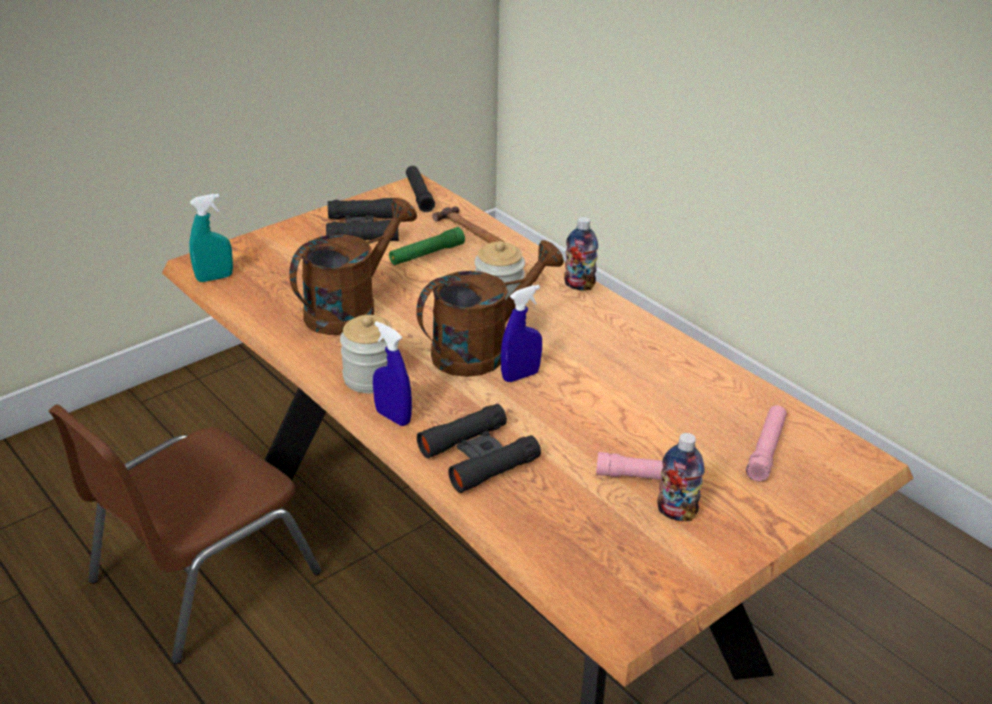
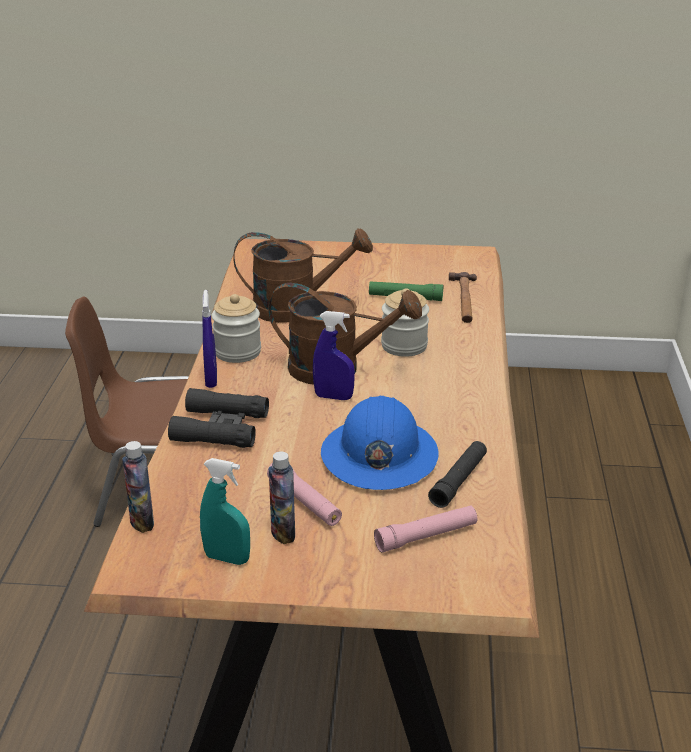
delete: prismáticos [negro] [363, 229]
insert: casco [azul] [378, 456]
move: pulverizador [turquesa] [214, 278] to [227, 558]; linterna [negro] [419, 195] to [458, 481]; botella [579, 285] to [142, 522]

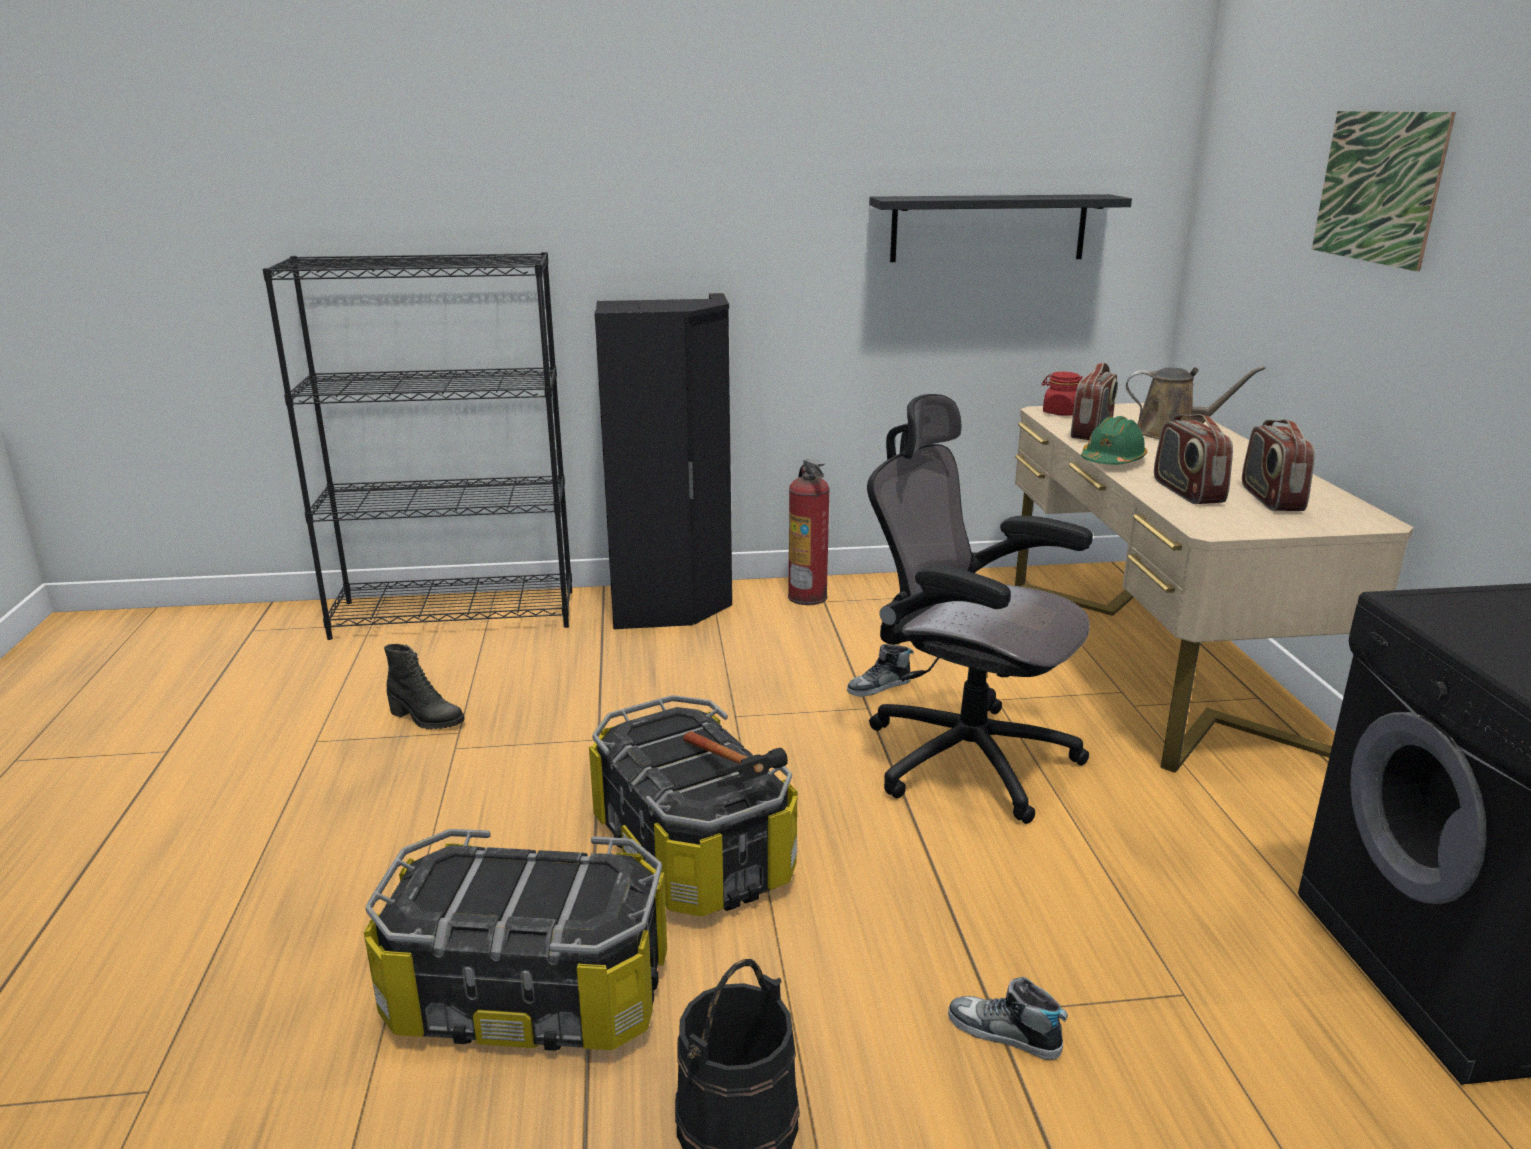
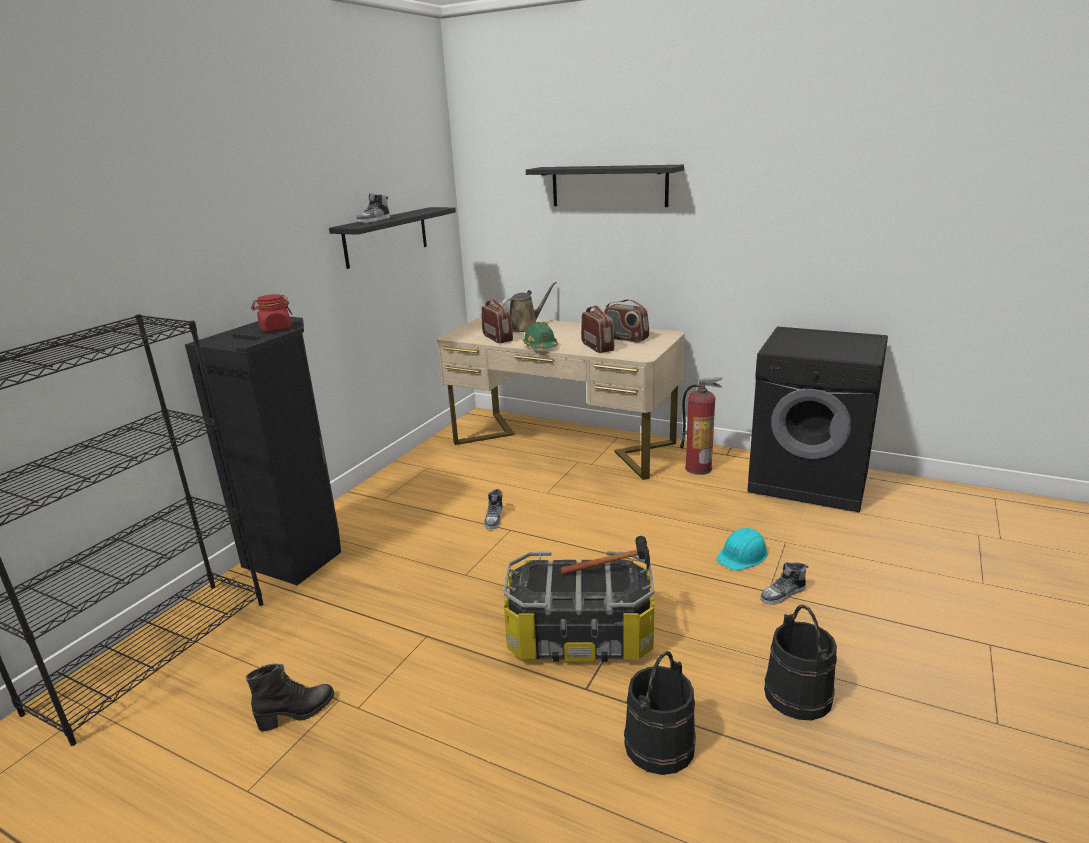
delete: silla de oficina [966, 760]
insert: zapato [373, 220]; casco [turquesa] [743, 555]
move: extintor [808, 597] to [698, 468]; tarro [rojo] [1061, 412] to [275, 329]
replace: caja de almacenaje [528, 996] to cubo [negro] [659, 745]; cuadro [1378, 187] to estante [negro] [609, 186]
rotate: radio [1187, 492] = [597, 347] 135 degrees counterclockwise

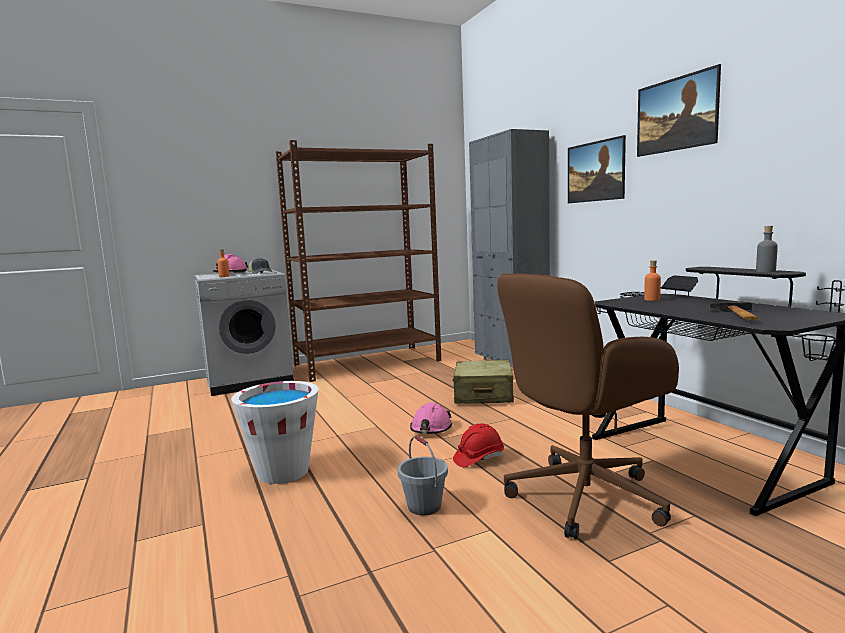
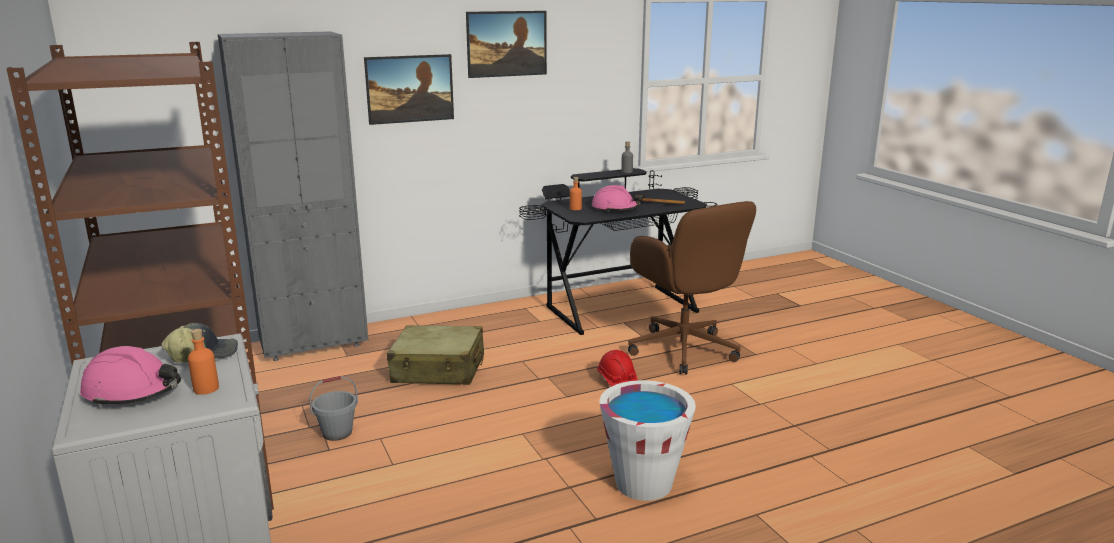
move: cubo [gris] [424, 506] to [337, 433]; casco [rosa] [431, 429] to [615, 208]

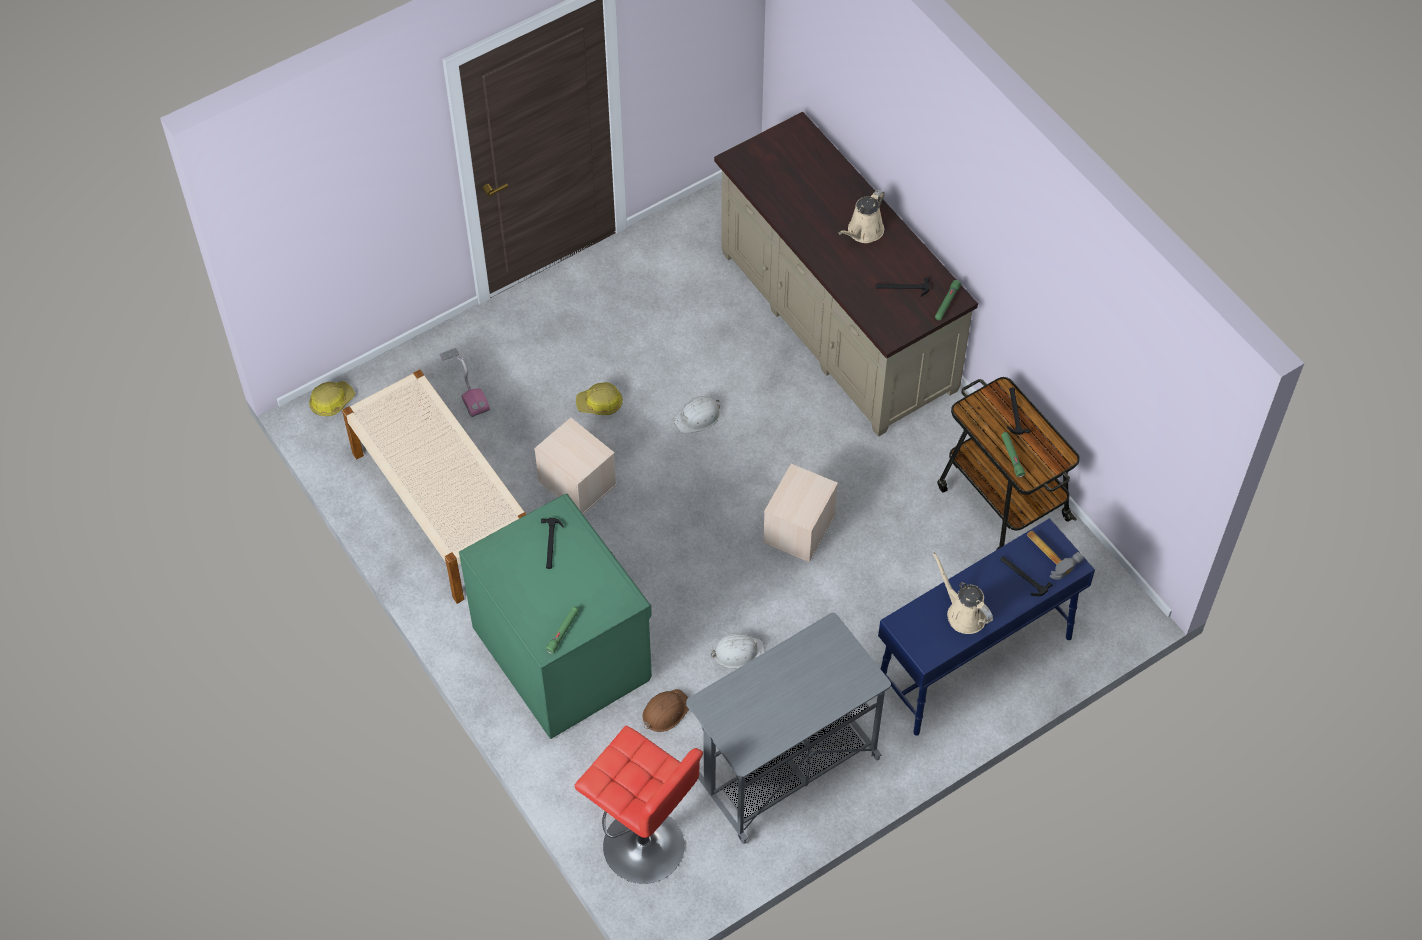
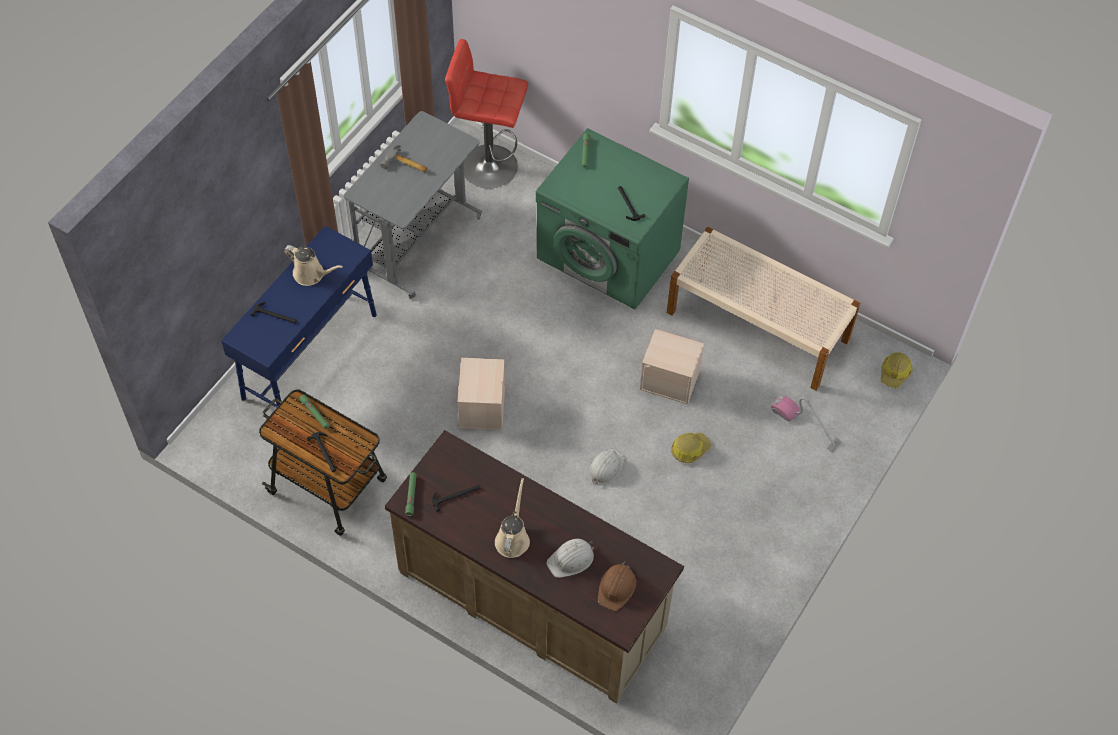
move: casco [marrón] [665, 711] to [617, 587]; casco [blanco] [738, 652] to [571, 559]; martillo [1050, 553] to [406, 166]

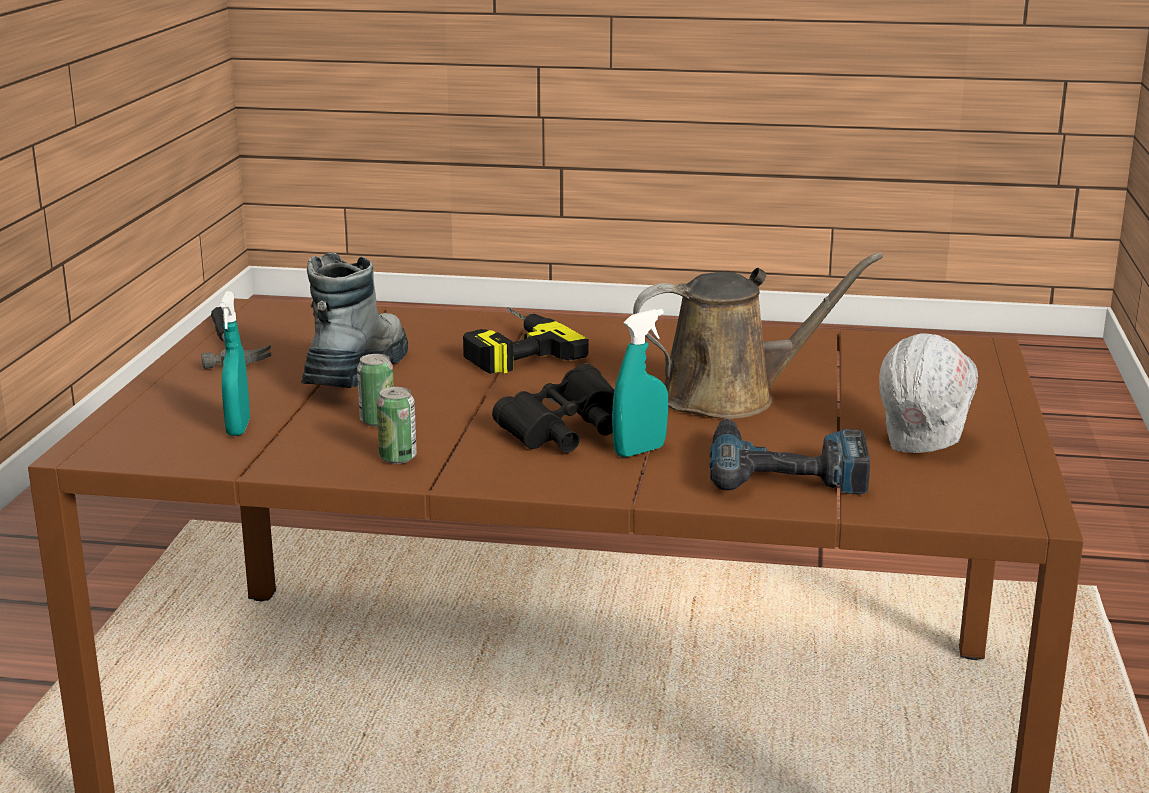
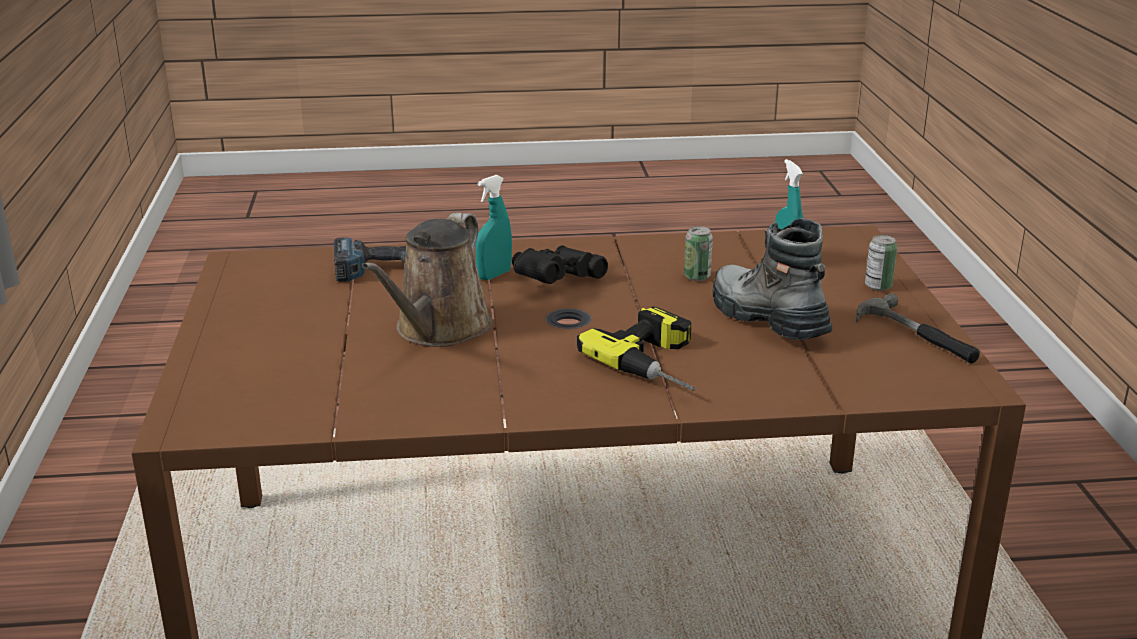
delete: casco [blanco] [925, 441]
move: lata [398, 458] to [878, 286]
rotate: bota [356, 371] = [767, 319] 150 degrees clockwise; regadera [marrón] [729, 397] = [438, 330] 45 degrees counterclockwise

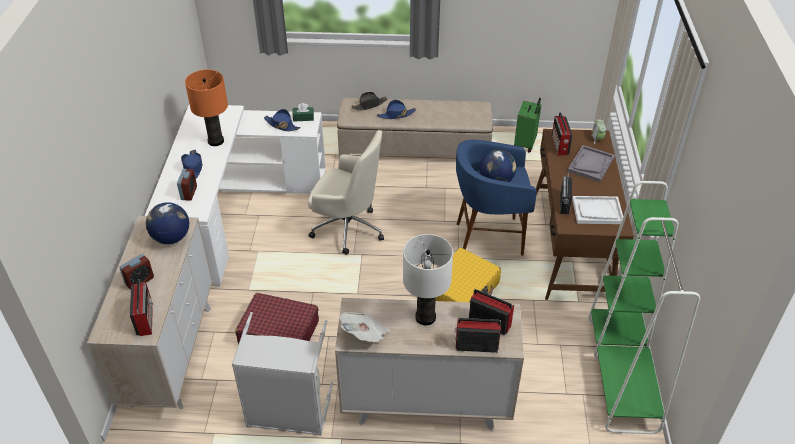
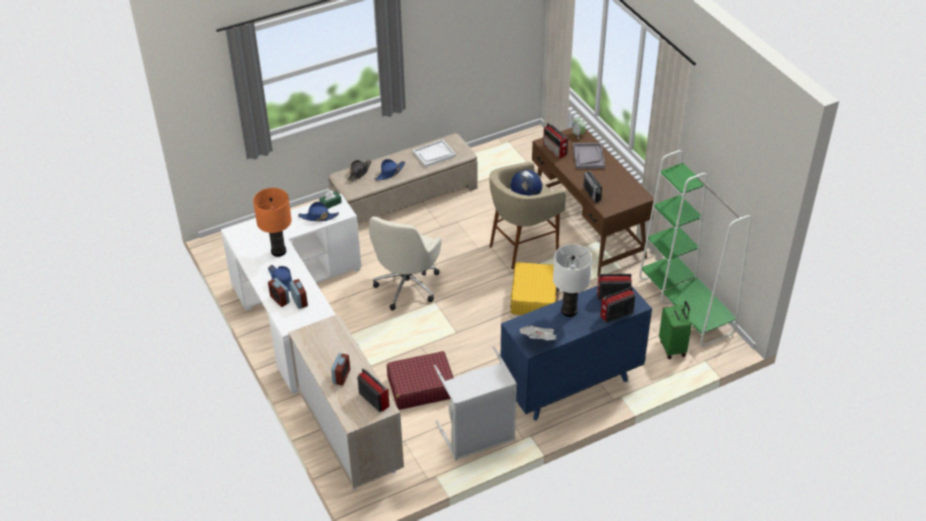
delete: globo terráqueo [171, 238]
insert: despertador [280, 299]
move: maleta [verde] [525, 144] to [673, 348]; bandeja [blanco] [597, 211] to [434, 154]
recolor: cómoda [blanco] [426, 405] to cómoda [azul] [571, 386]; taburete [azul] [488, 237] to taburete [beis] [522, 247]
rotate: silla de oficina [beis] [348, 229] = [407, 287] 120 degrees clockwise

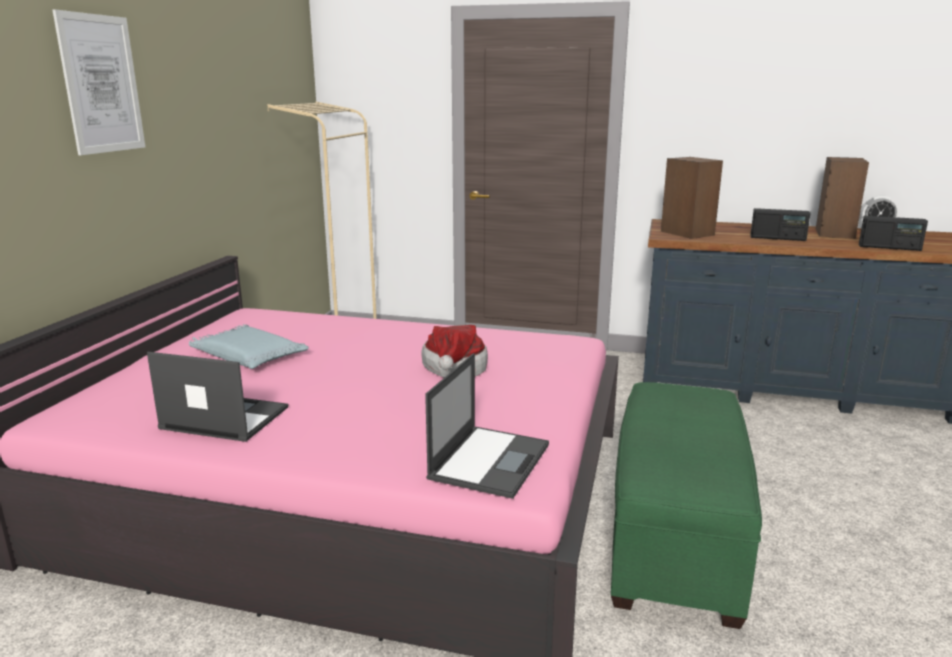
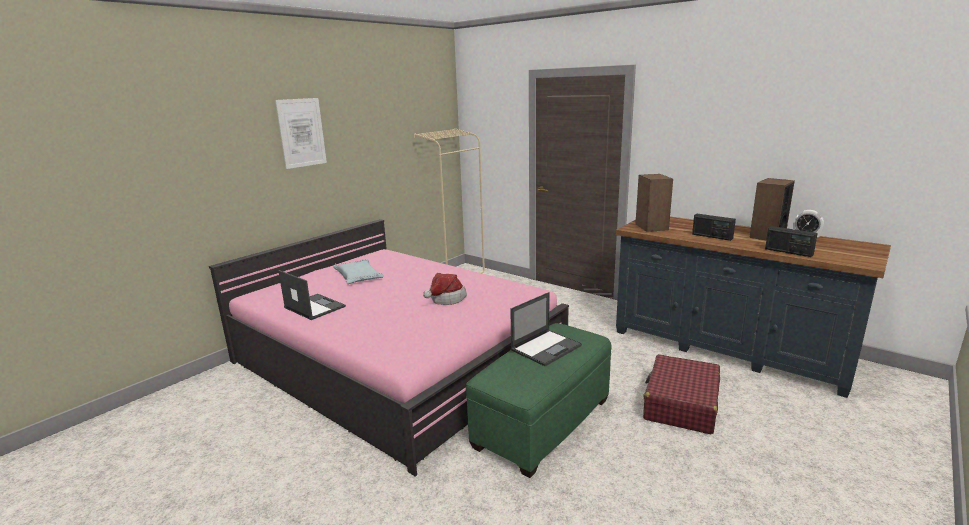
insert: maleta [rojo] [681, 404]
move: portátil [490, 460] to [546, 347]

